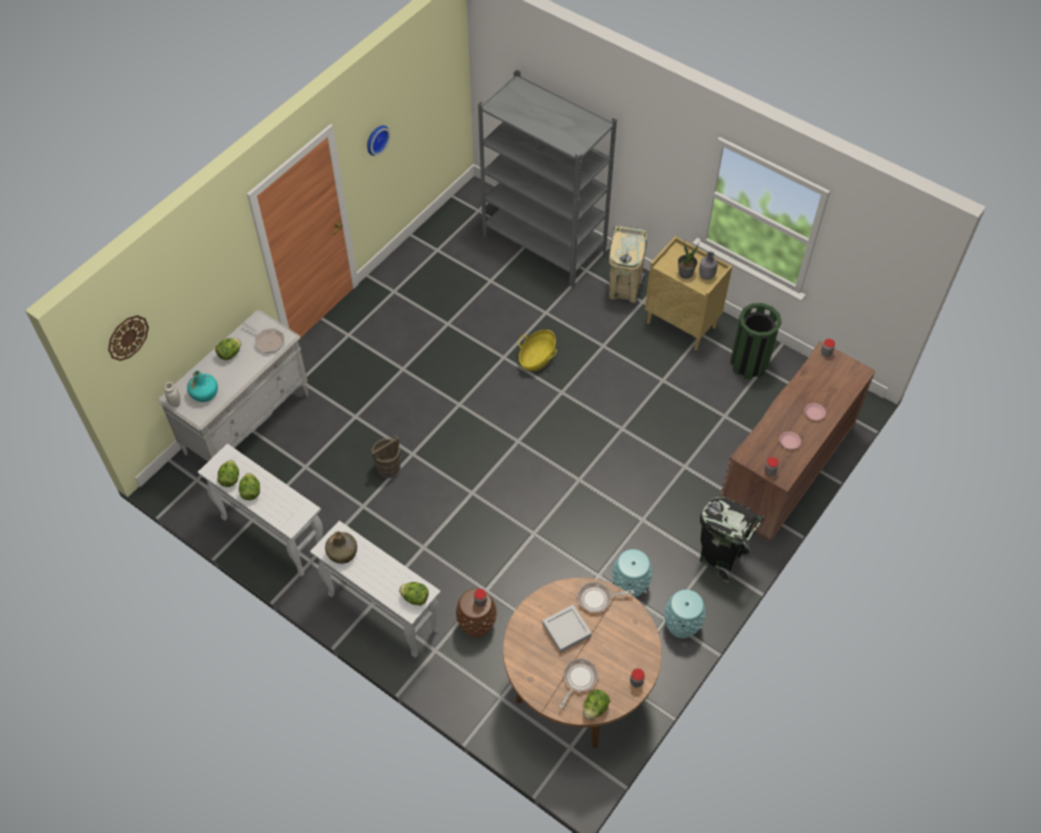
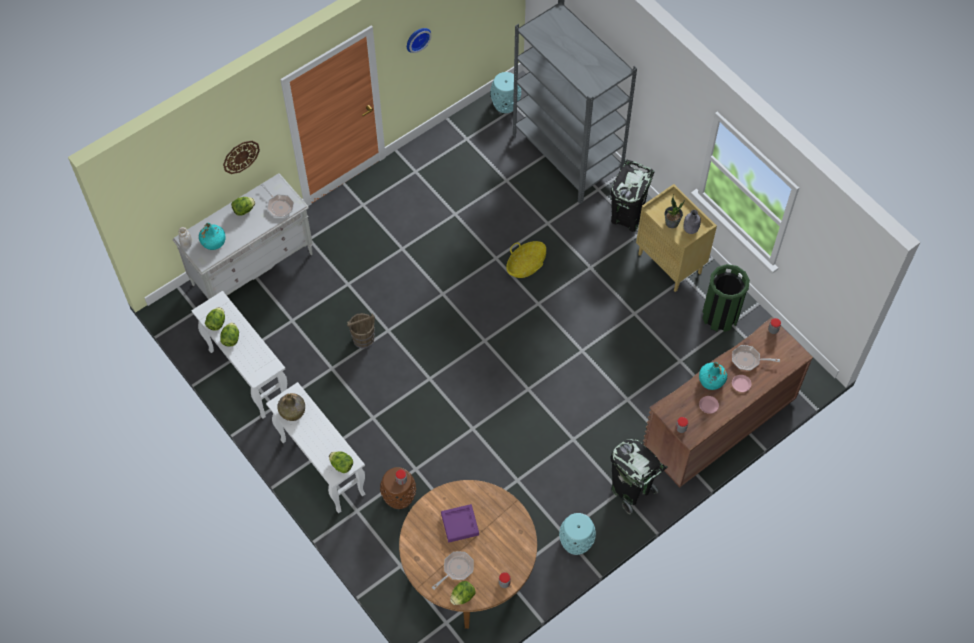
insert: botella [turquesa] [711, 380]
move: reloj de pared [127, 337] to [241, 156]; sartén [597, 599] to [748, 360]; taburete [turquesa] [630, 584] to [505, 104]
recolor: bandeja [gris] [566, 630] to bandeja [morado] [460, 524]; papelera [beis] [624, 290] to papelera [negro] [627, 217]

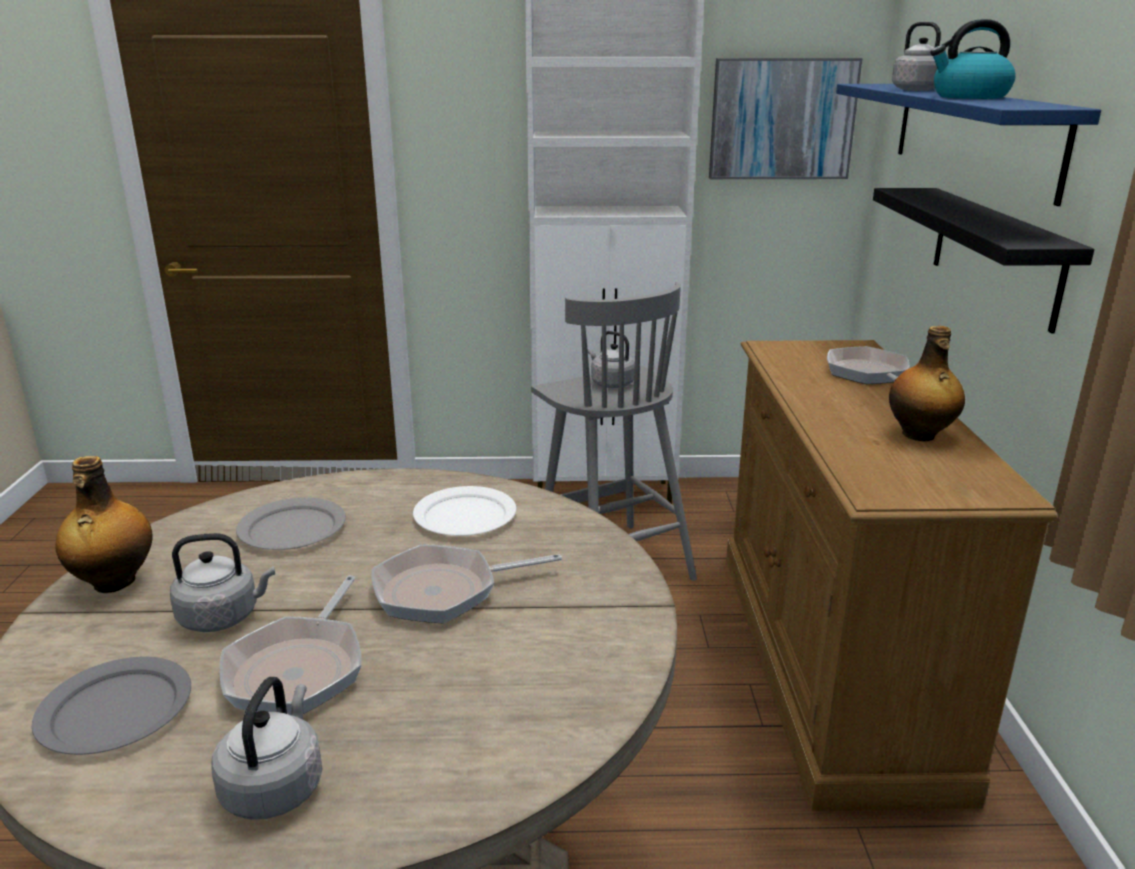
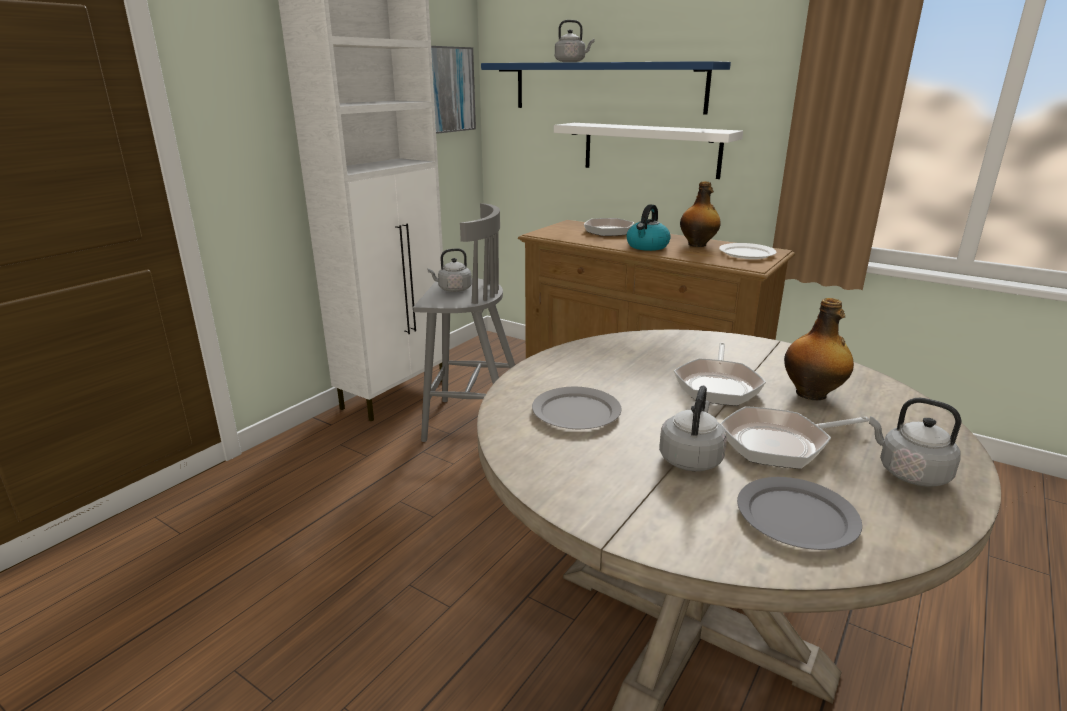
move: botella [113, 583] to [812, 394]; plato [blanco] [466, 516] to [747, 253]; hervidor [969, 97] to [647, 246]
recolor: estante [negro] [994, 254] to estante [blanco] [650, 149]
rotate: sartén [300, 667] = [780, 443] 120 degrees clockwise

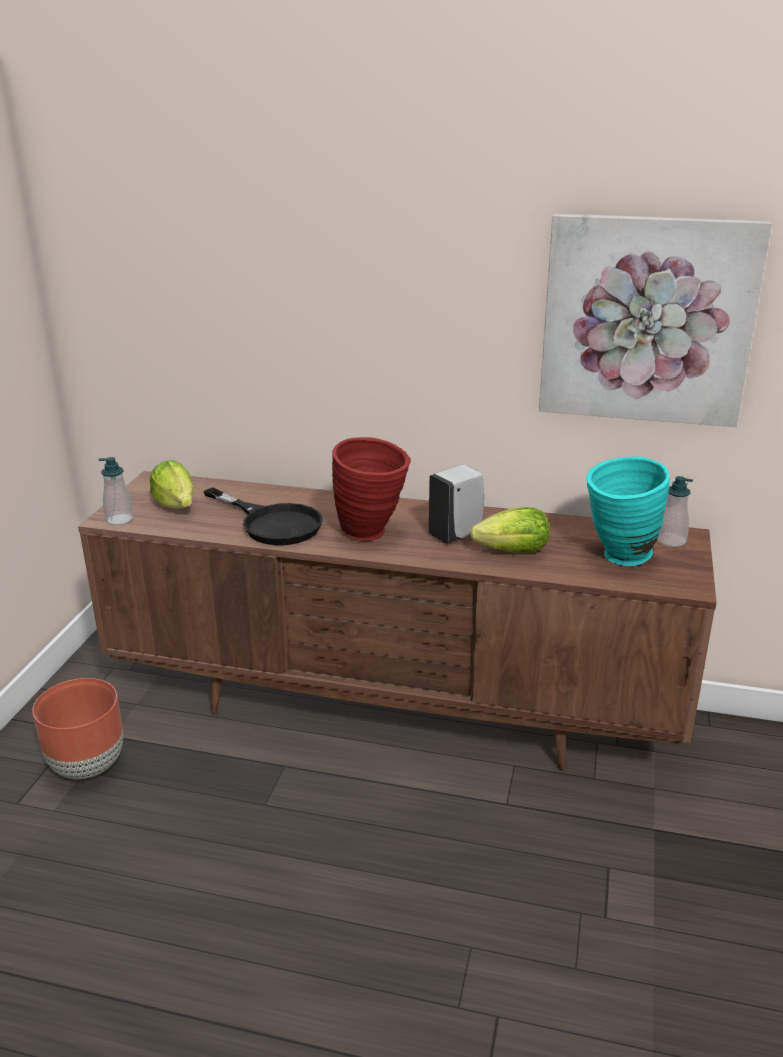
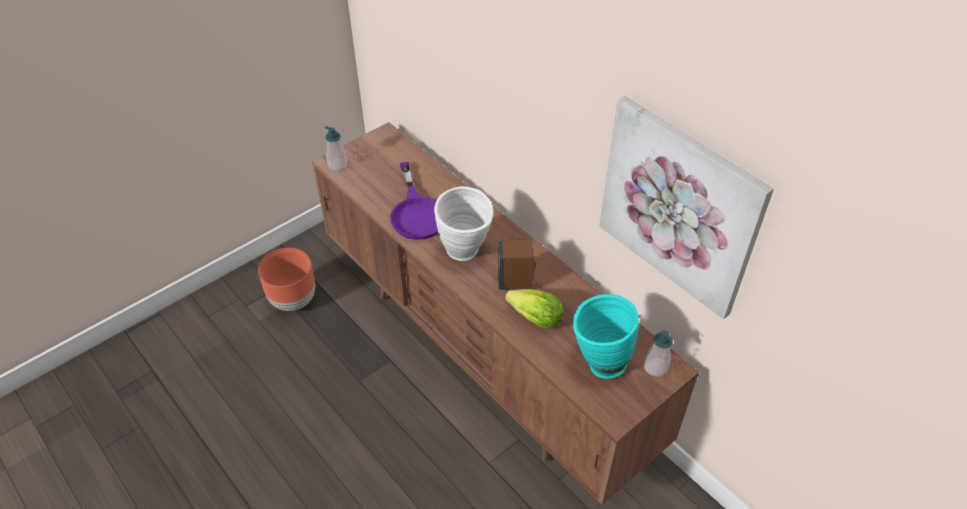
delete: lechuga [176, 505]
recolor: sartén [negro] [272, 523] to sartén [morado] [417, 212]; florero [rojo] [372, 534] to florero [blanco] [465, 254]; dispensador de jabón [blanco] [456, 535] to dispensador de jabón [marrón] [516, 283]

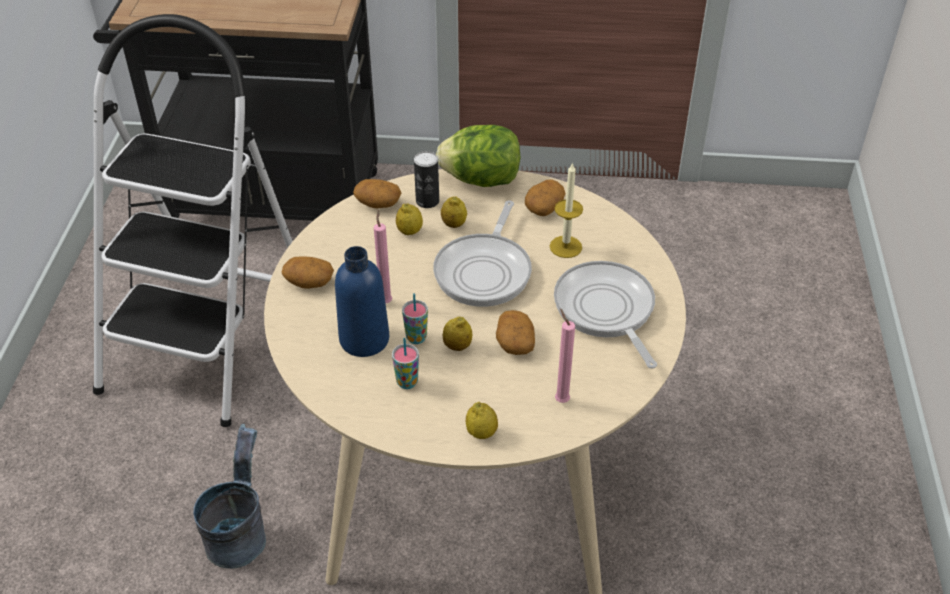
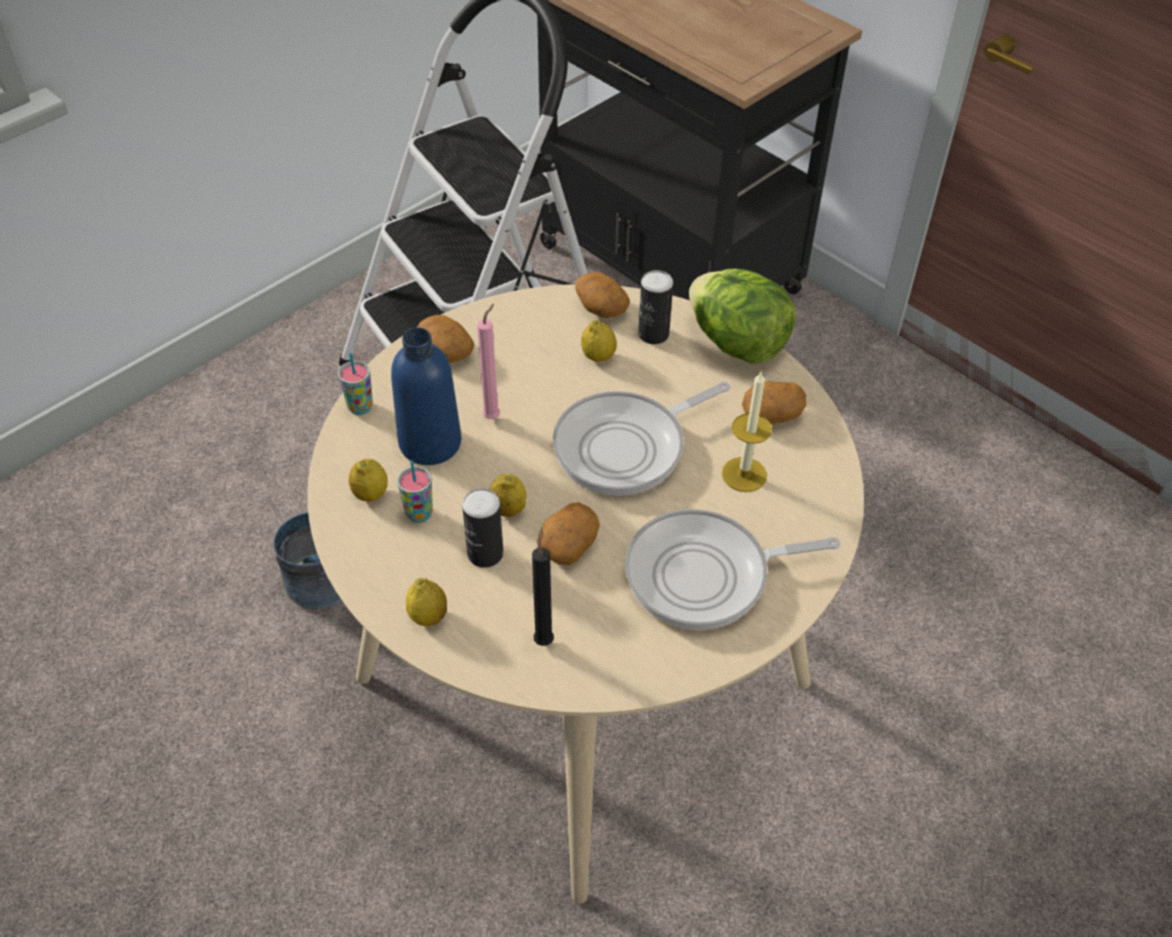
insert: lata [485, 553]
move: taza [416, 338] to [360, 407]; limón [454, 224] to [370, 494]
recolor: vela [rosa] [560, 399] to vela [negro] [544, 639]
rotate: sartén [606, 310] = [705, 575] 120 degrees counterclockwise

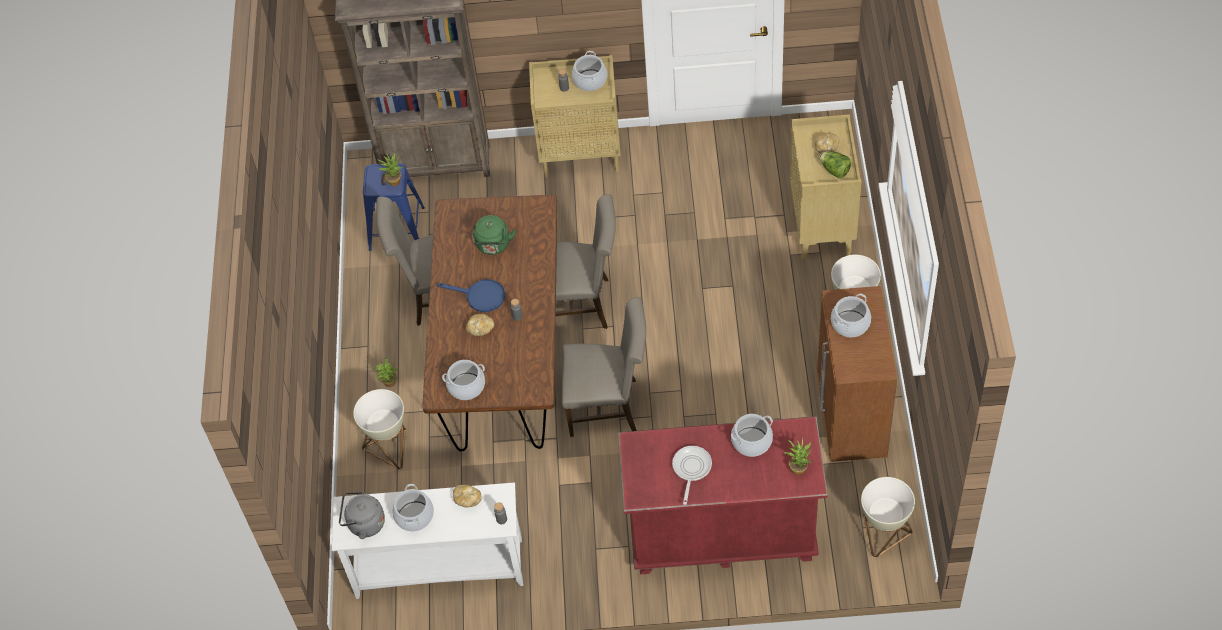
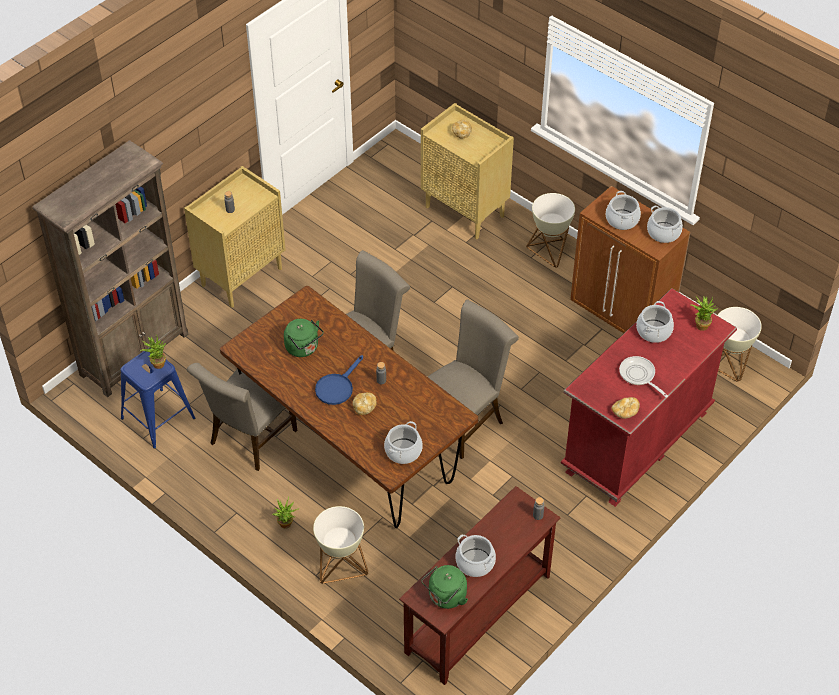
delete: lechuga [834, 170]
move: pan [467, 499] to [625, 412]; olla [590, 80] to [663, 232]
recolor: mesa consola [blanco] [438, 568] to mesa consola [marrón] [478, 615]; hervidor [gris] [364, 524] to hervidor [verde] [445, 597]
rotate: sartén [azul] [480, 296] = [337, 387] 150 degrees clockwise

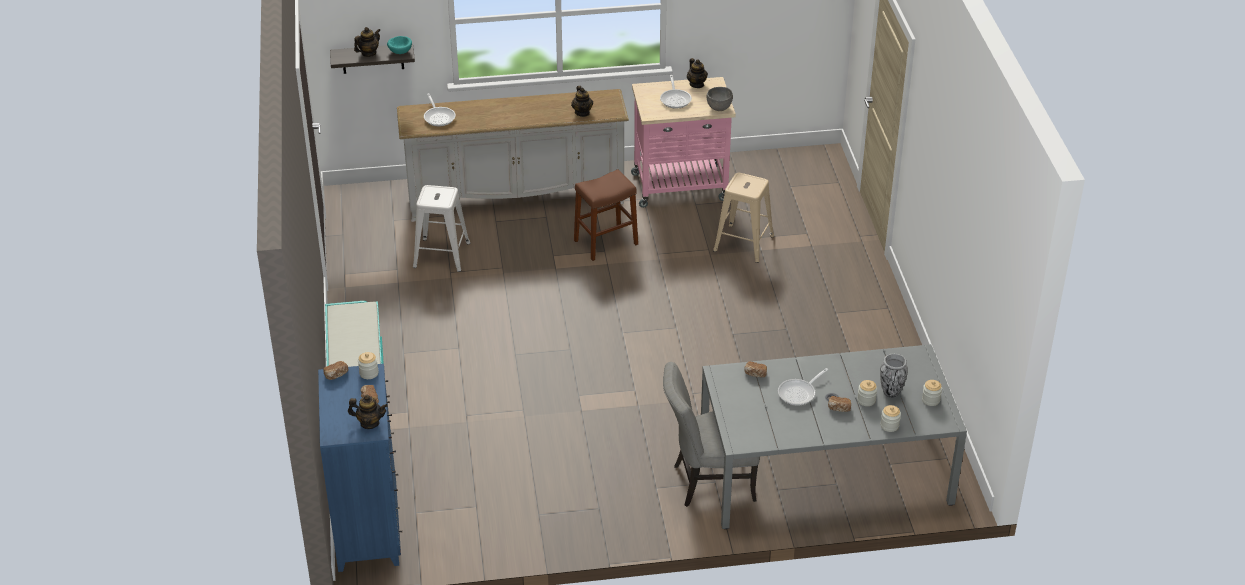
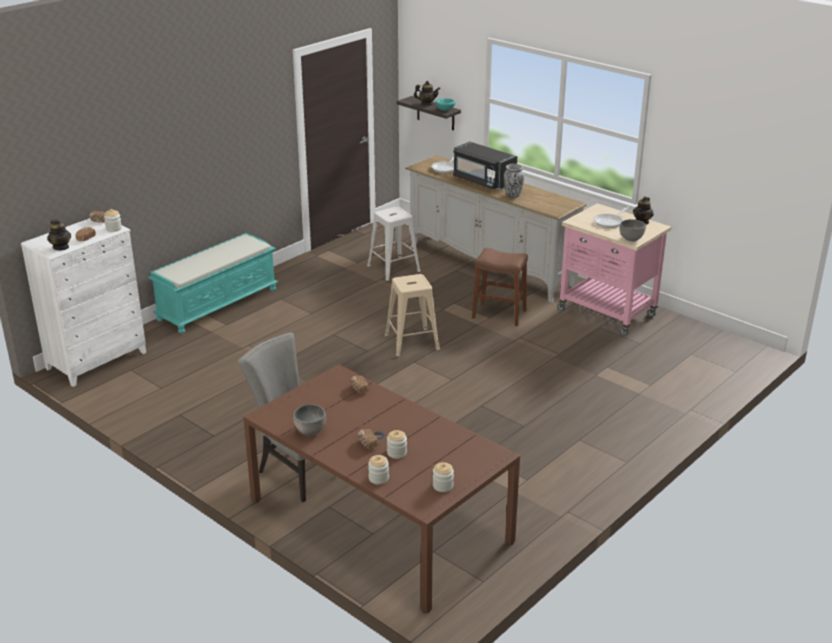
delete: tetera [582, 112]; sartén [799, 393]
insert: cuenco [gris] [310, 431]; microondas [negro] [483, 181]
move: taburete [beis] [743, 243] to [412, 343]; florero [890, 392] to [512, 196]
recolor: cómoda [azul] [369, 528] to cómoda [blanco] [99, 361]; mesa de comedor [gris] [824, 472] to mesa de comedor [marrón] [379, 521]

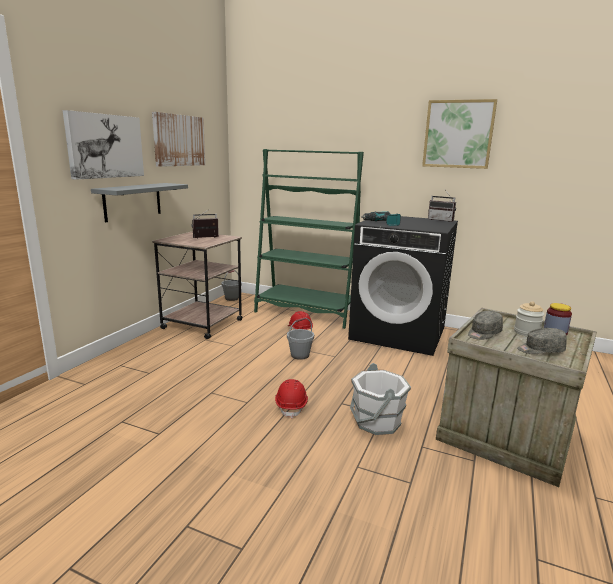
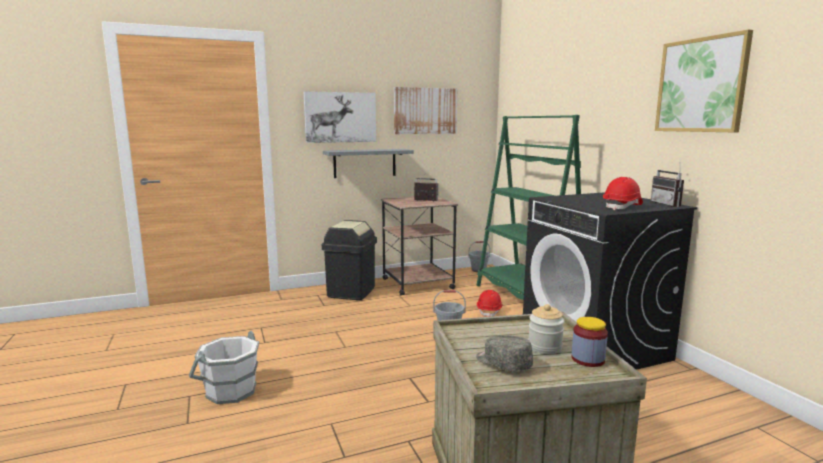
delete: taladro [381, 223]; gorra [gris] [483, 333]
insert: papelera [negro] [351, 292]
move: casco [rojo] [291, 406] to [622, 207]; cubo [blanco] [376, 422] to [230, 390]

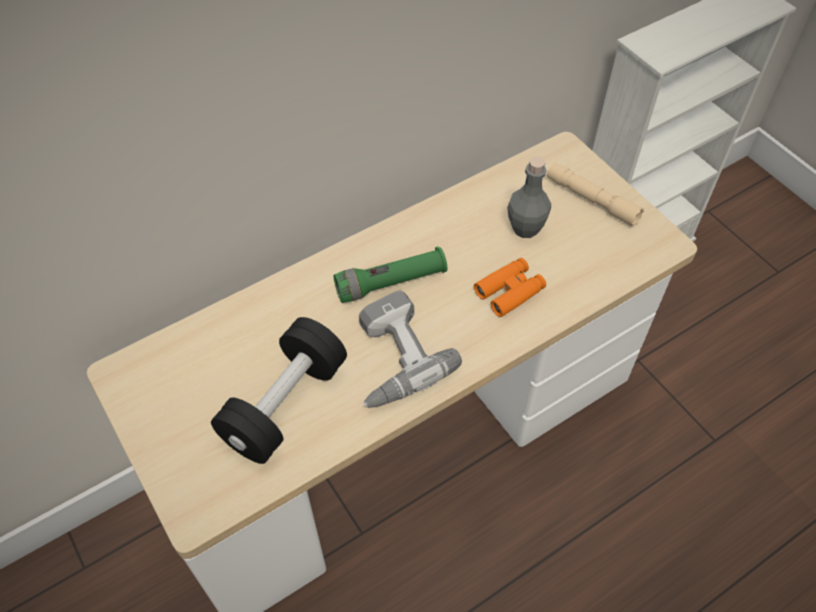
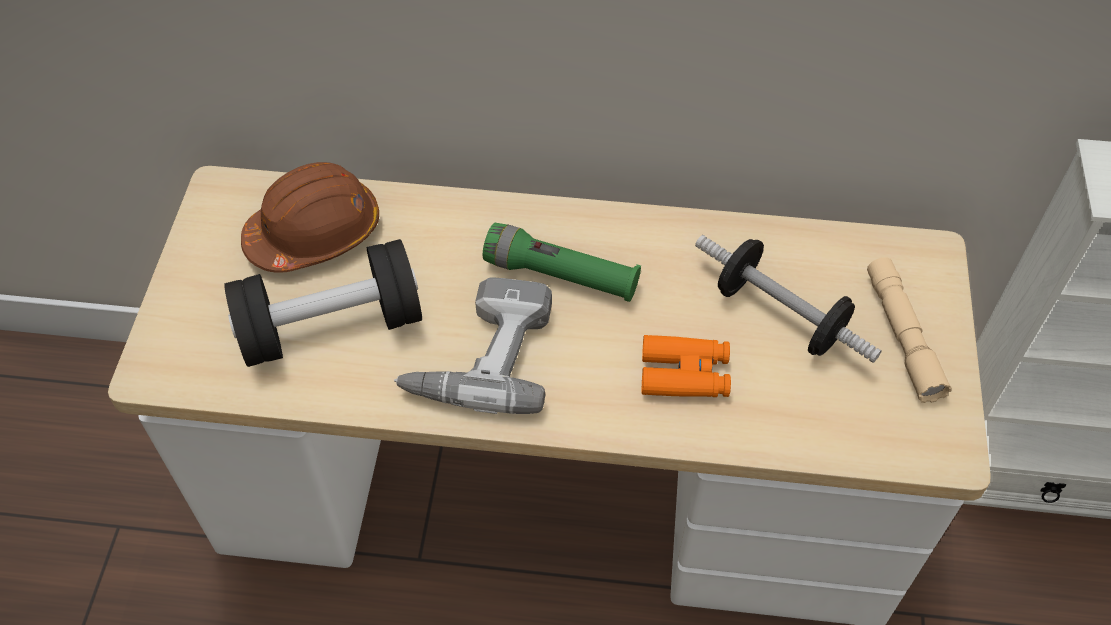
insert: casco [marrón] [315, 233]
replace: botella [gris] [525, 228] to mancuerna [780, 315]

